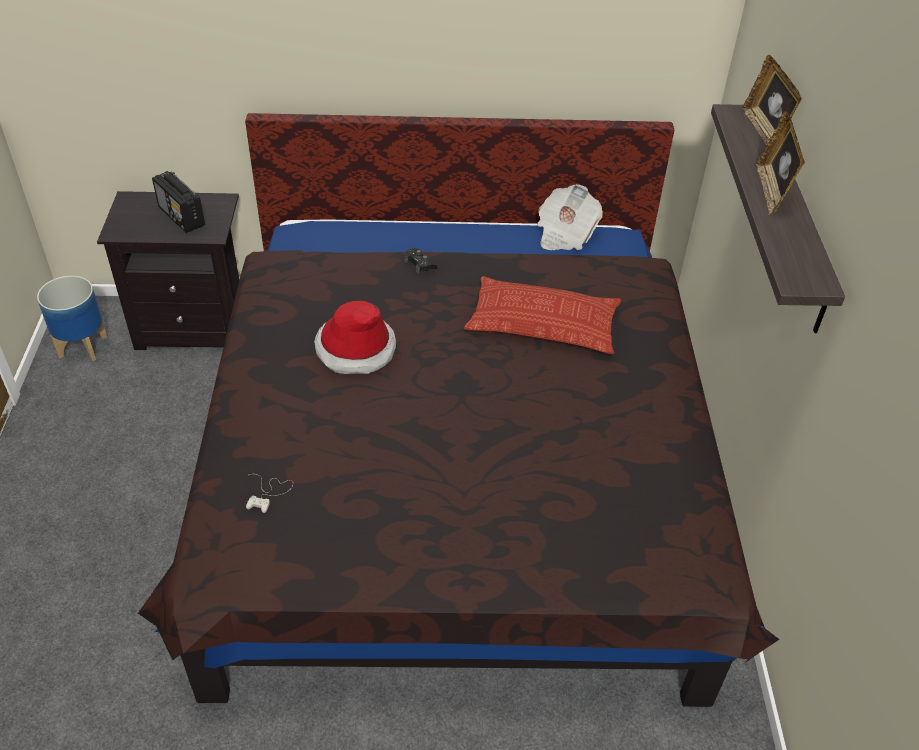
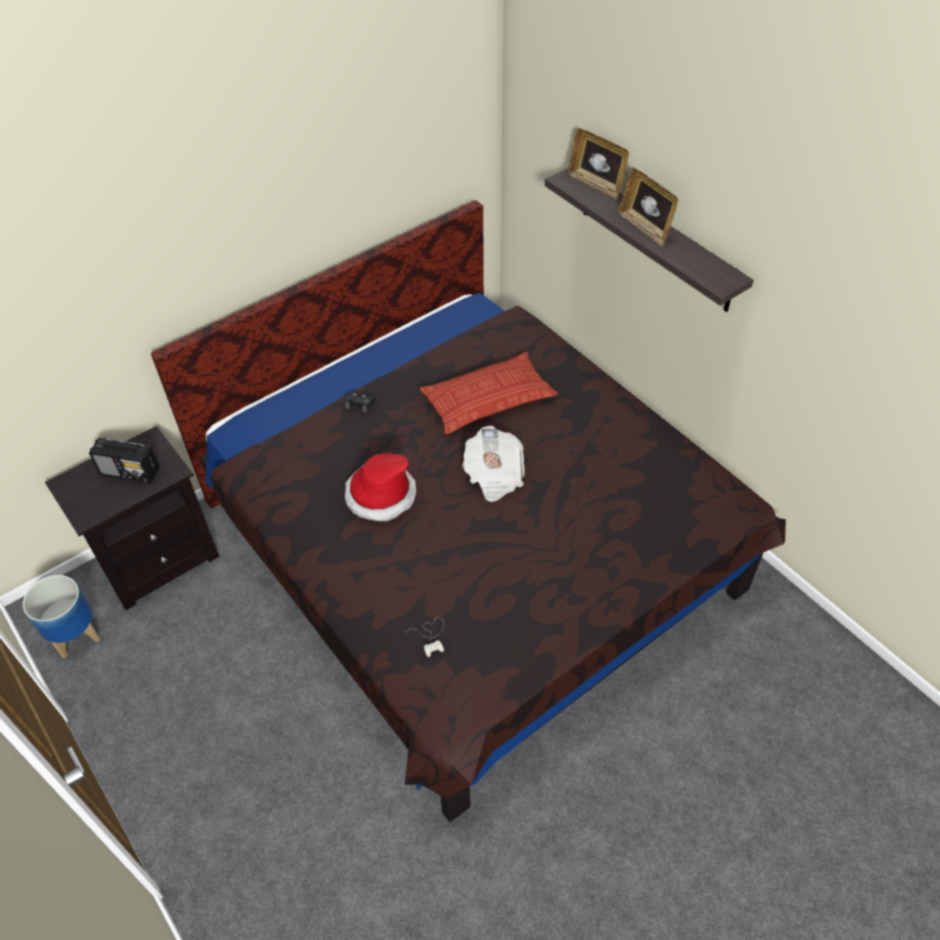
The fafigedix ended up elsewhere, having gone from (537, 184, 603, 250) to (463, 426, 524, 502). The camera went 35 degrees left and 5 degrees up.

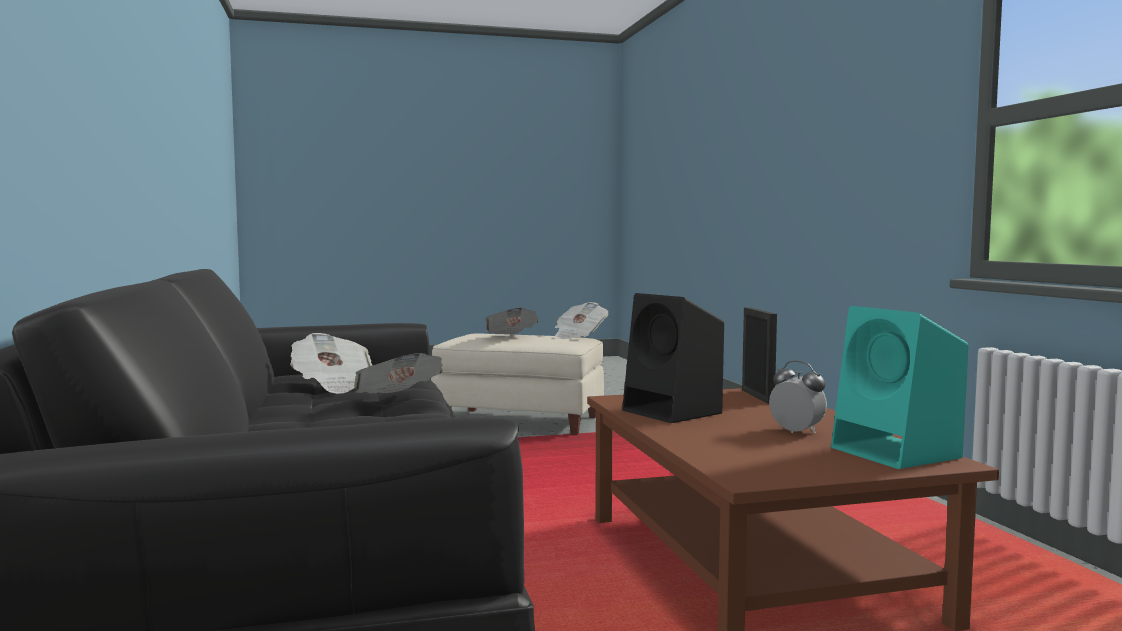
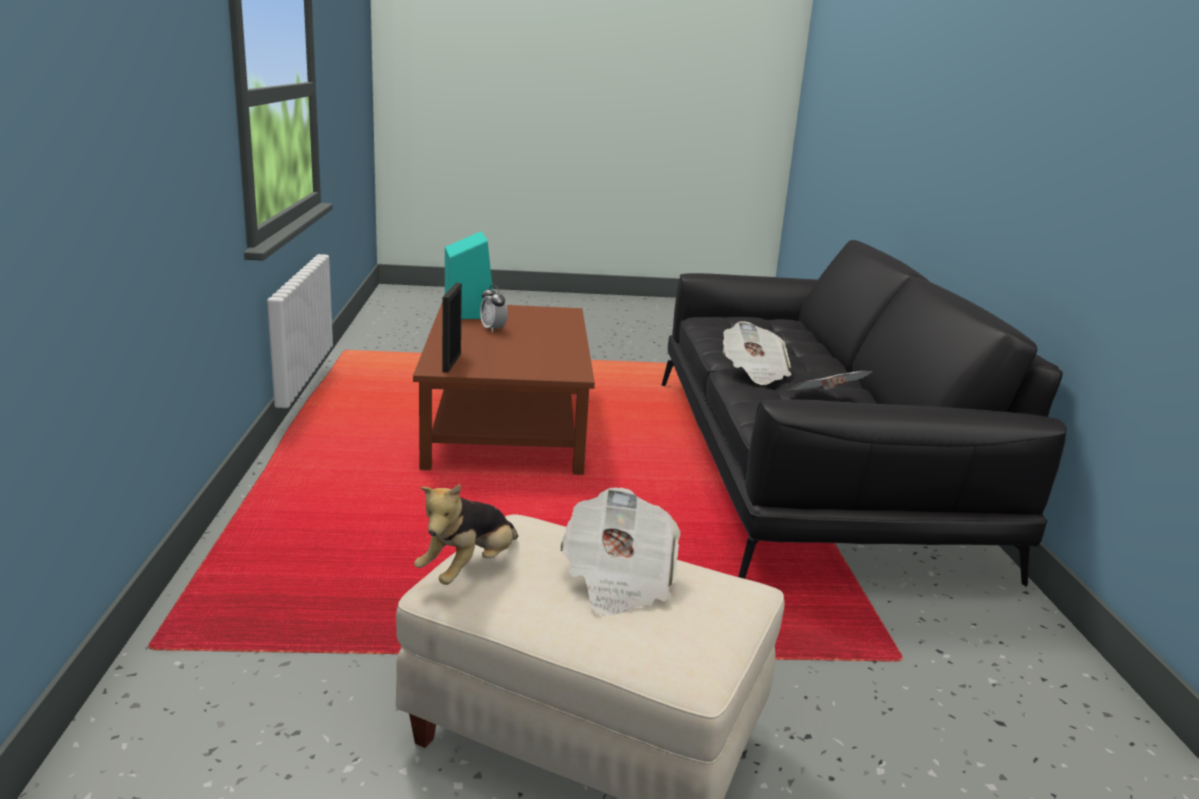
The second view lost the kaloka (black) at (622, 293, 724, 423). Where the fafigedix stood at (555, 302, 608, 339), the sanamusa came to stand at (414, 484, 518, 585). The camera went 170 degrees left and 15 degrees up.

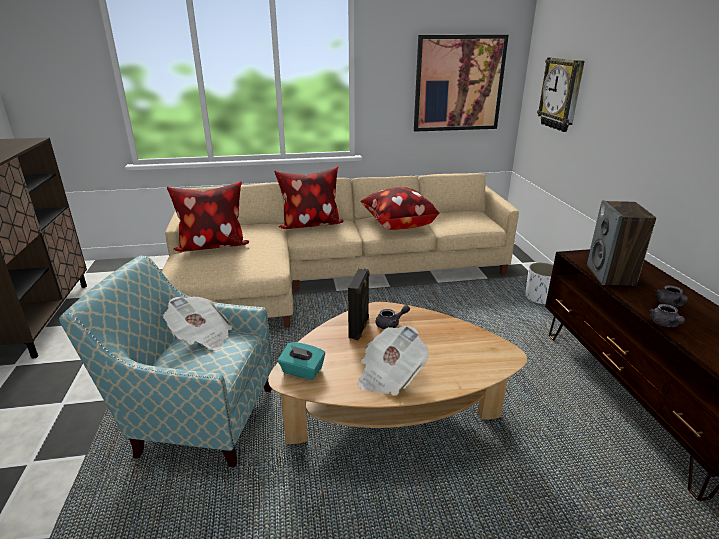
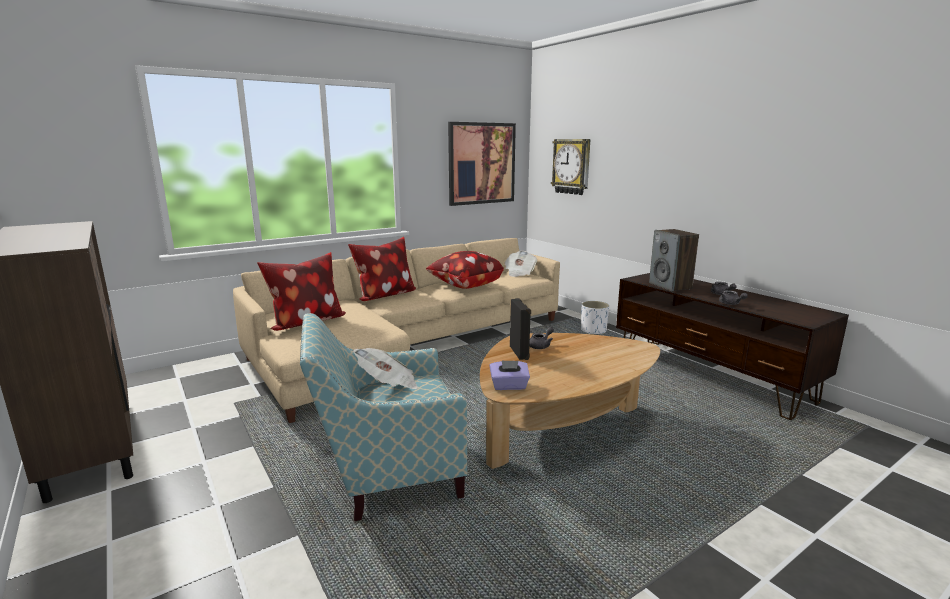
The fafigedix ended up elsewhere, having gone from (357, 326, 428, 396) to (504, 251, 537, 277). What was the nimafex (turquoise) at (278, 342, 325, 380) turned into the nimafex (purple) at (489, 360, 530, 390). The camera went 25 degrees left and 10 degrees down.

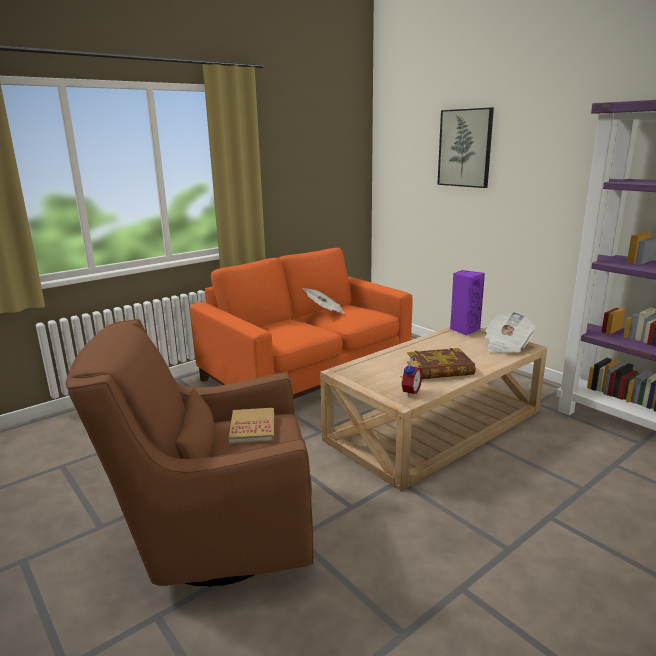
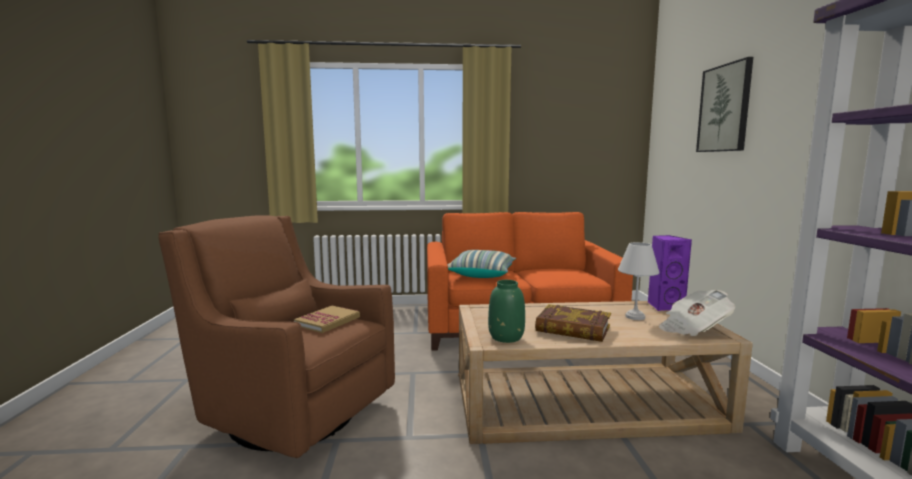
The second view lost the fafigedix at (303, 288, 346, 314). Where the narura stood at (399, 357, 422, 396), the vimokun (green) came to stand at (488, 280, 525, 343). The second view gained the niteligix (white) at (618, 242, 660, 320). The second view gained the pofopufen at (448, 250, 516, 278). The camera went 35 degrees right and 10 degrees down.

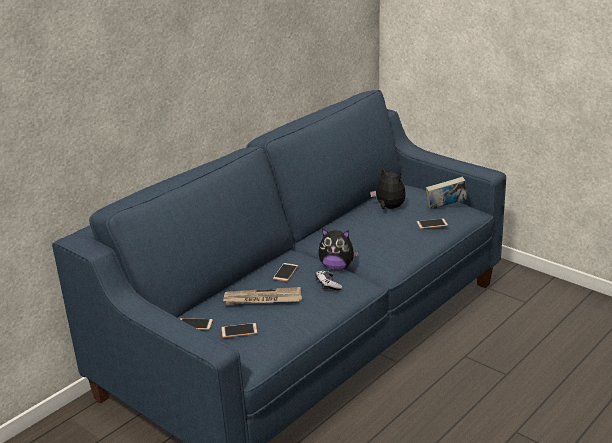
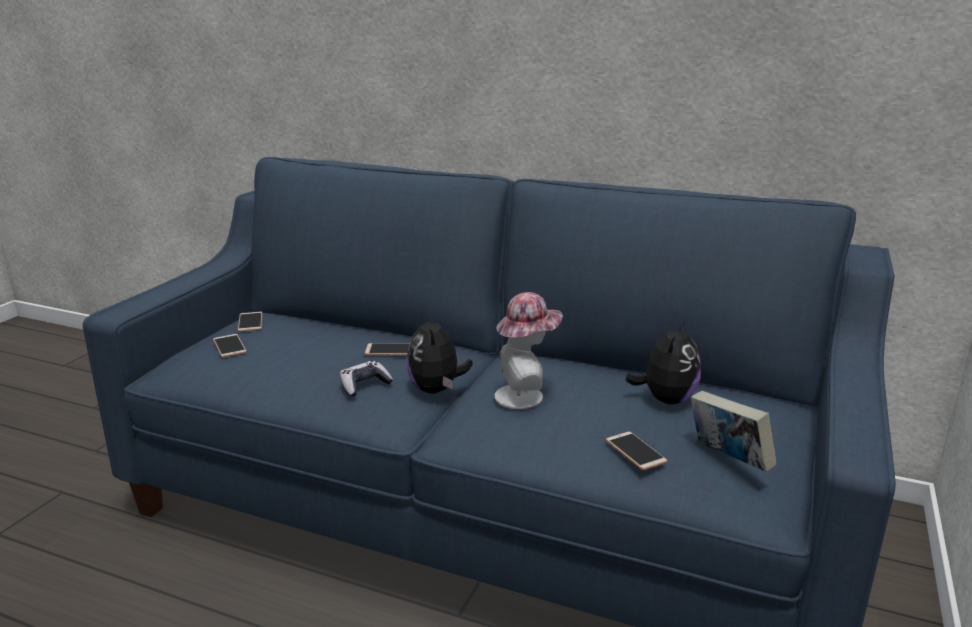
The second view lost the fafigedix at (223, 287, 302, 305). The second view gained the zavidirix at (495, 292, 563, 409). The camera went 70 degrees right and 5 degrees down.

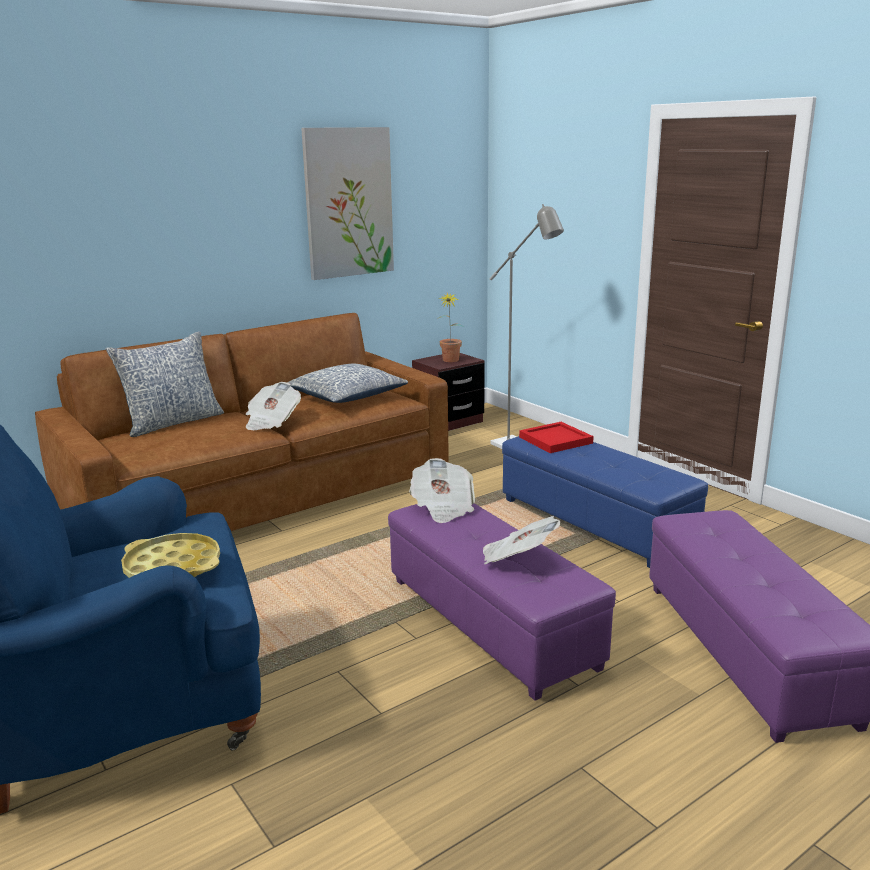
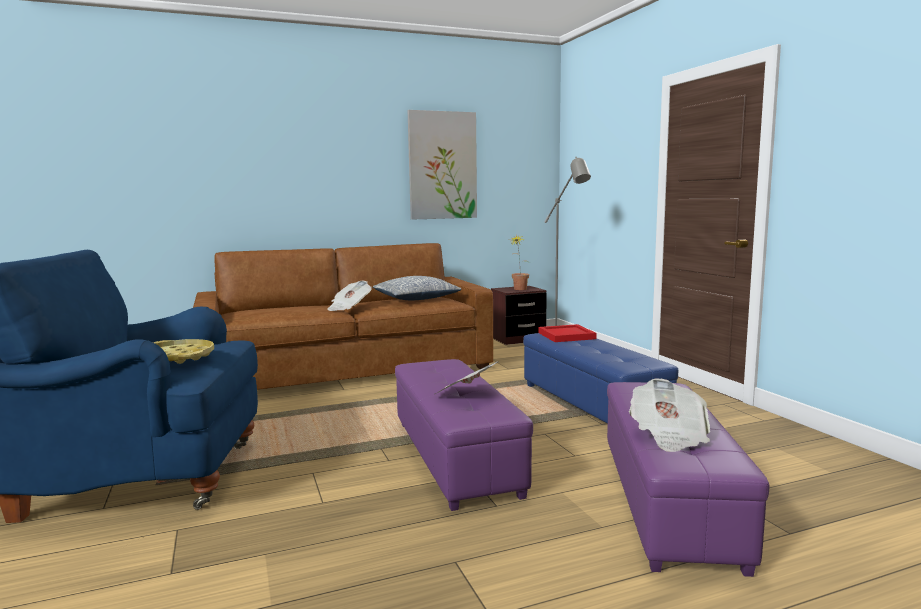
The second view lost the pofopufen at (106, 331, 224, 437). The fafigedix ended up elsewhere, having gone from (409, 458, 475, 523) to (629, 378, 710, 452). The camera went 15 degrees right and 10 degrees down.

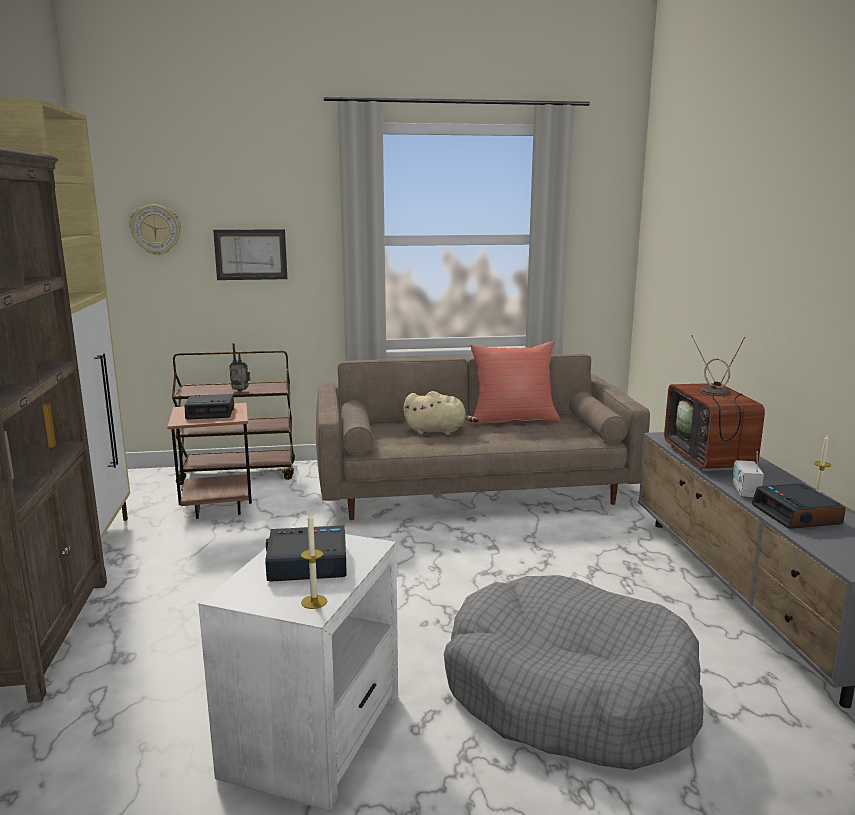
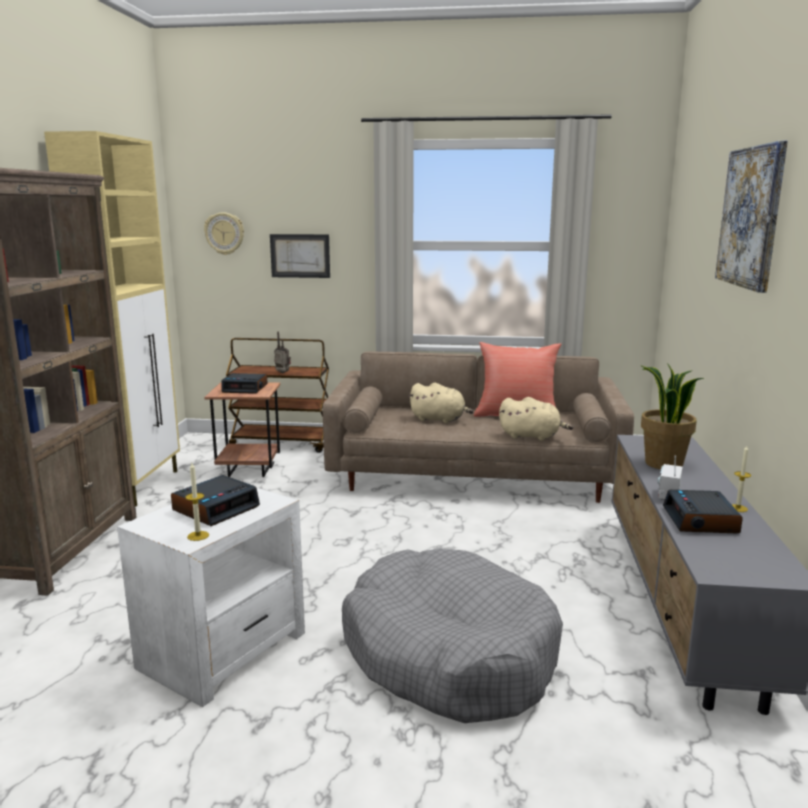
Where the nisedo stood at (664, 335, 765, 471), the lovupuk came to stand at (640, 363, 704, 469). The narura at (265, 525, 347, 582) ended up facing another way, 120 degrees clockwise from before. The second view gained the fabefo at (715, 141, 788, 293). The second view gained the sanamusa (beige) at (499, 397, 573, 441). The camera went 15 degrees right and 0 degrees up.

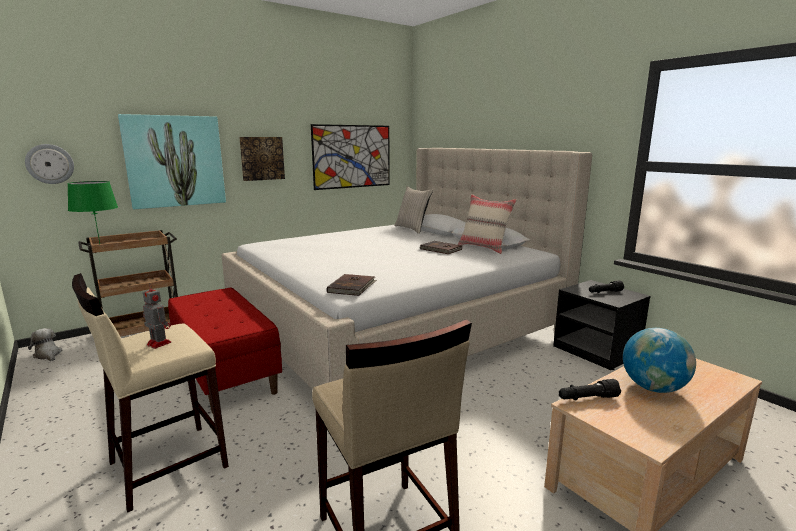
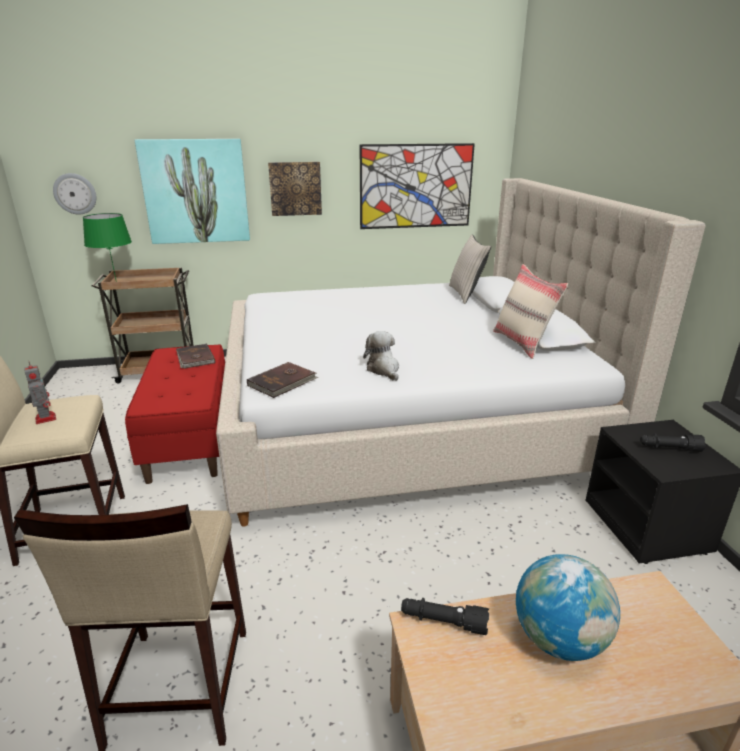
The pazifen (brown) ended up elsewhere, having gone from (420, 241, 462, 254) to (176, 344, 215, 369). The sanamusa ended up elsewhere, having gone from (28, 328, 63, 361) to (363, 331, 399, 381). The camera went 25 degrees right and 10 degrees up.

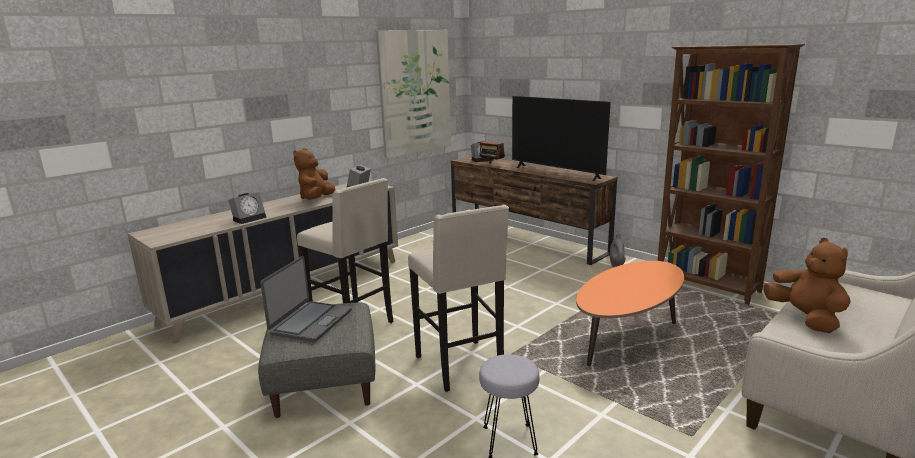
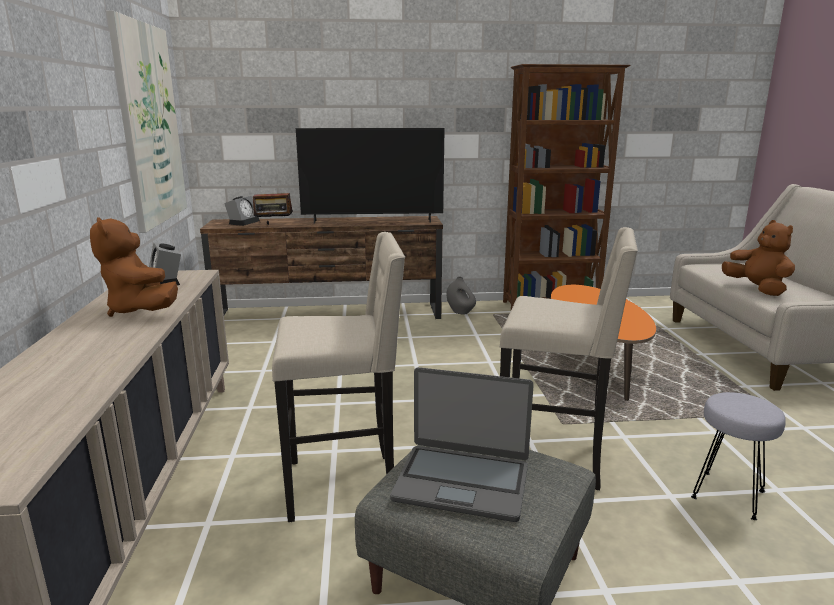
The second view lost the narura at (228, 192, 267, 224). The sanamusa (brown) at (764, 238, 850, 333) ended up facing another way, 45 degrees clockwise from before. The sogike at (260, 256, 352, 342) ended up facing another way, 135 degrees clockwise from before. The camera went 50 degrees left and 0 degrees up.

